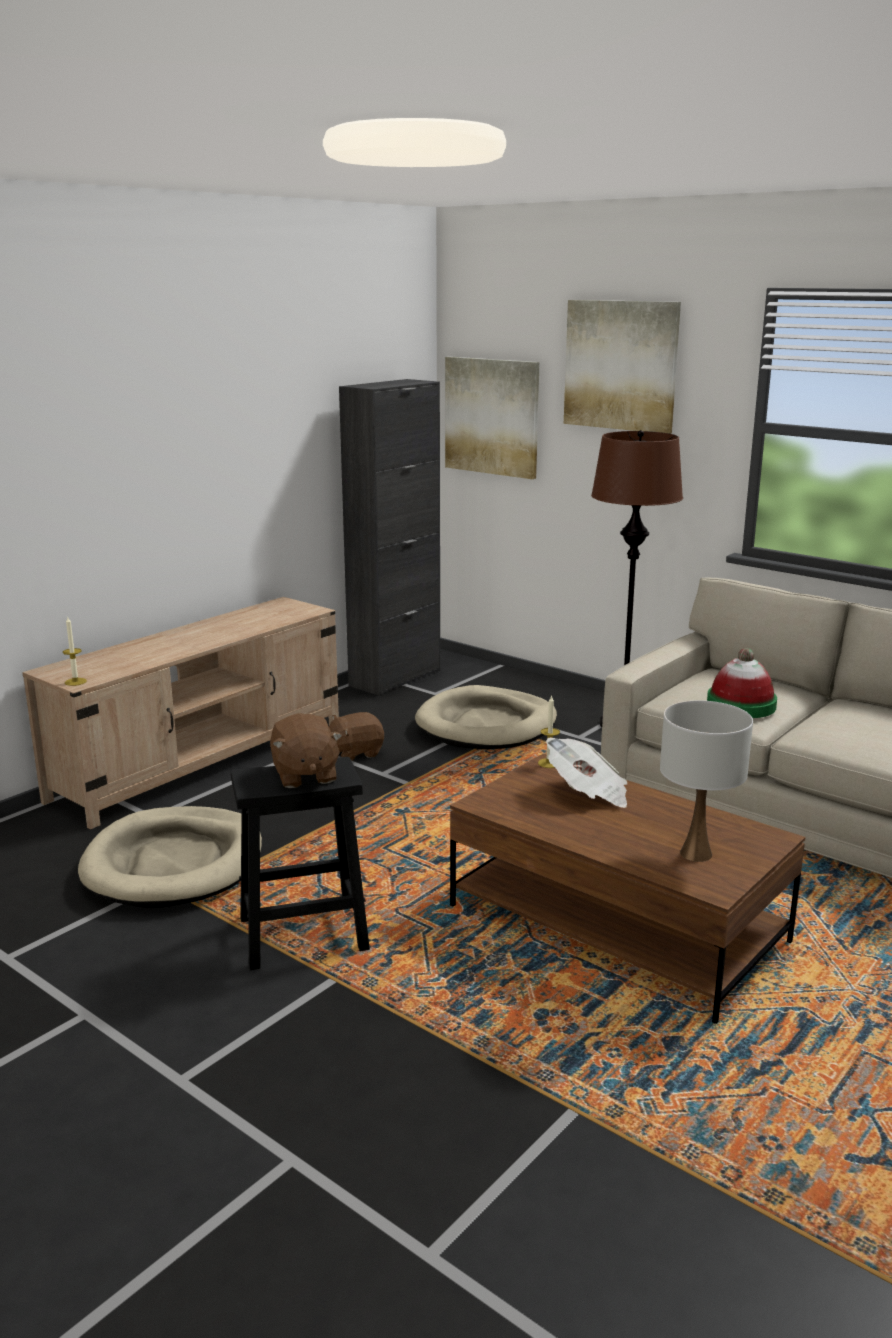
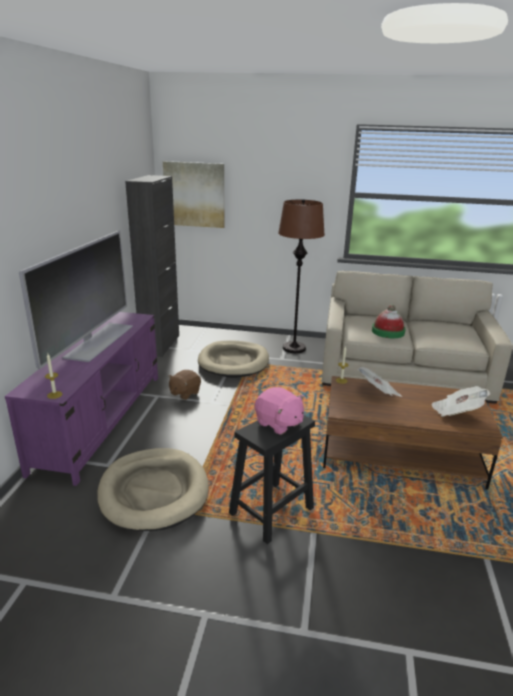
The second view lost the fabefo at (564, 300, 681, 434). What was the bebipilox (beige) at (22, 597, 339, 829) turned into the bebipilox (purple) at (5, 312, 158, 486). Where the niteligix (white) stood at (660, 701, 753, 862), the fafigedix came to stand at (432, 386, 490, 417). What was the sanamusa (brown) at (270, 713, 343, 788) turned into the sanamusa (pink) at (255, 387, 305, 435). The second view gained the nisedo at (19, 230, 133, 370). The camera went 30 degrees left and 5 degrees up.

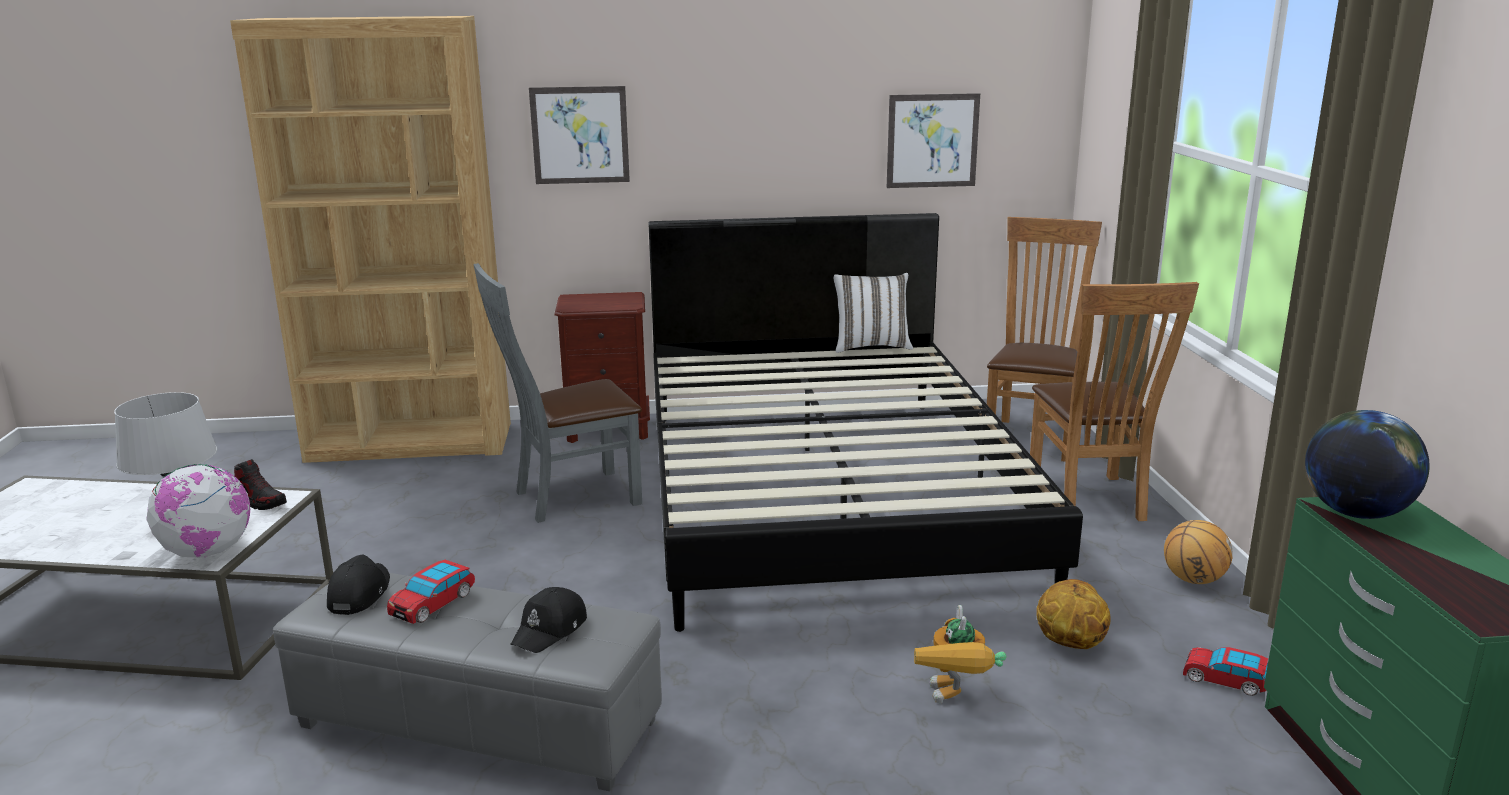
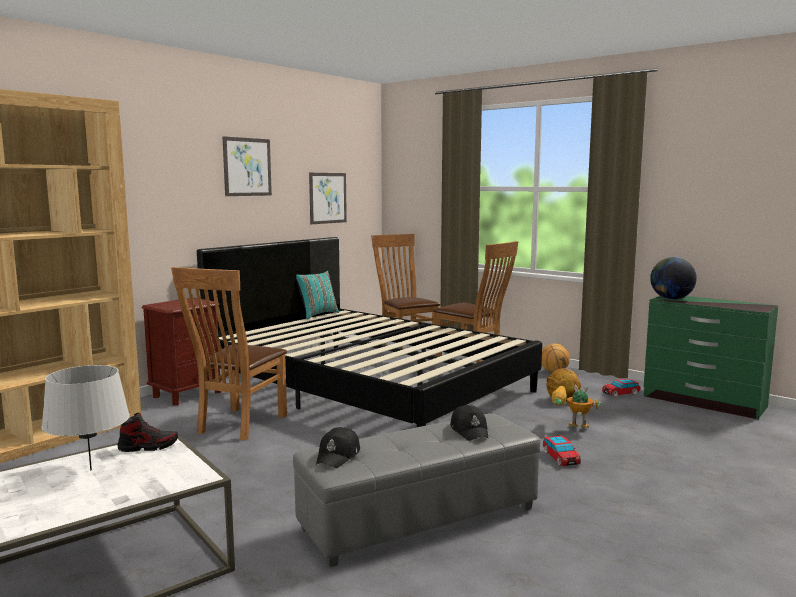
The fabefo ended up elsewhere, having gone from (529, 86, 630, 184) to (222, 136, 272, 196). What was the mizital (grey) at (473, 263, 642, 523) turned into the mizital (brown) at (171, 267, 287, 441). What was the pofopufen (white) at (834, 273, 913, 353) turned into the pofopufen (turquoise) at (296, 271, 339, 319). The second view lost the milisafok at (146, 464, 250, 557). The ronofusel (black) at (327, 554, 390, 615) ended up facing another way, 120 degrees counterclockwise from before. The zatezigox ended up elsewhere, having gone from (387, 560, 475, 624) to (543, 436, 581, 466). The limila at (914, 605, 1006, 703) ended up facing another way, 150 degrees clockwise from before. The camera went 45 degrees left and 10 degrees down.

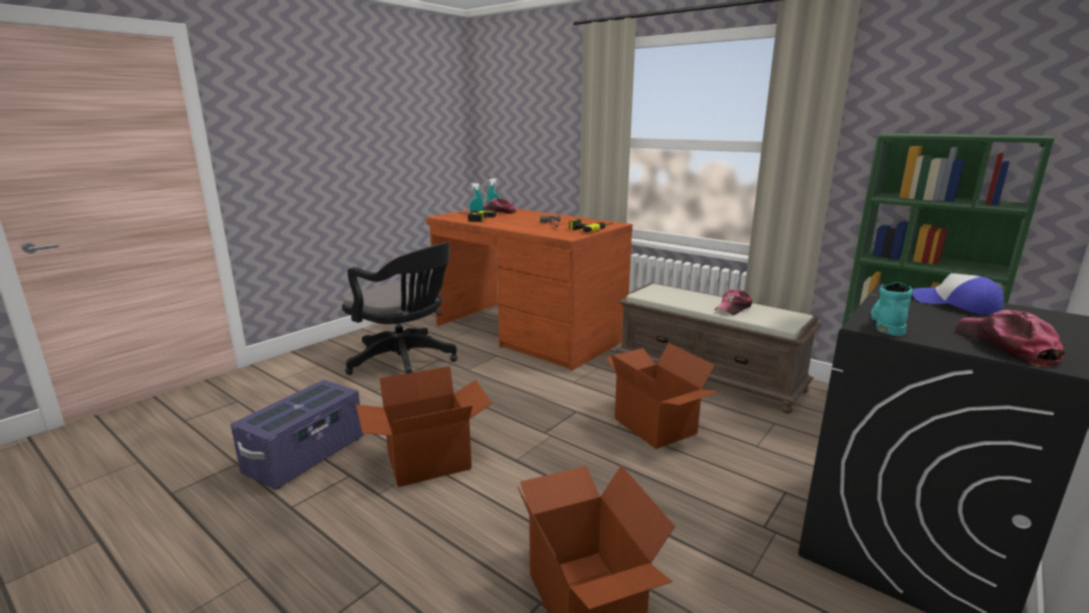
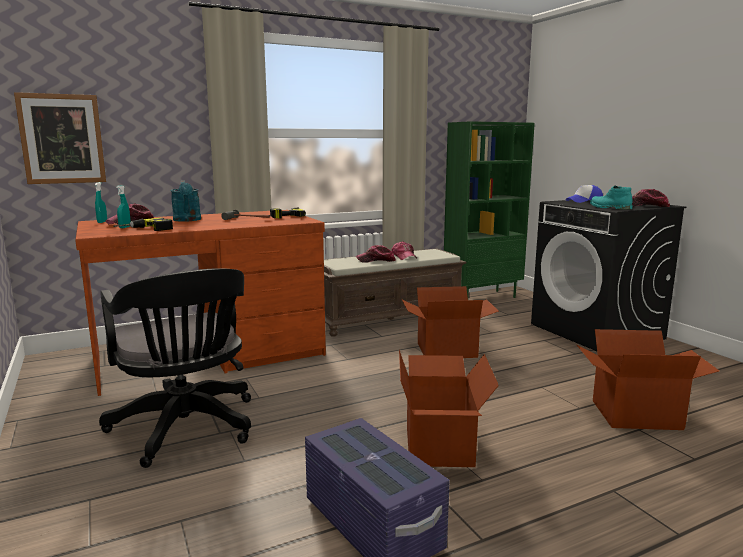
The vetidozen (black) at (342, 243, 457, 375) ended up facing another way, 90 degrees clockwise from before. The second view gained the fabefo at (14, 92, 106, 184). The second view gained the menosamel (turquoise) at (170, 180, 201, 222). The second view gained the ronofusel at (356, 245, 396, 263). The camera went 65 degrees left and 5 degrees down.

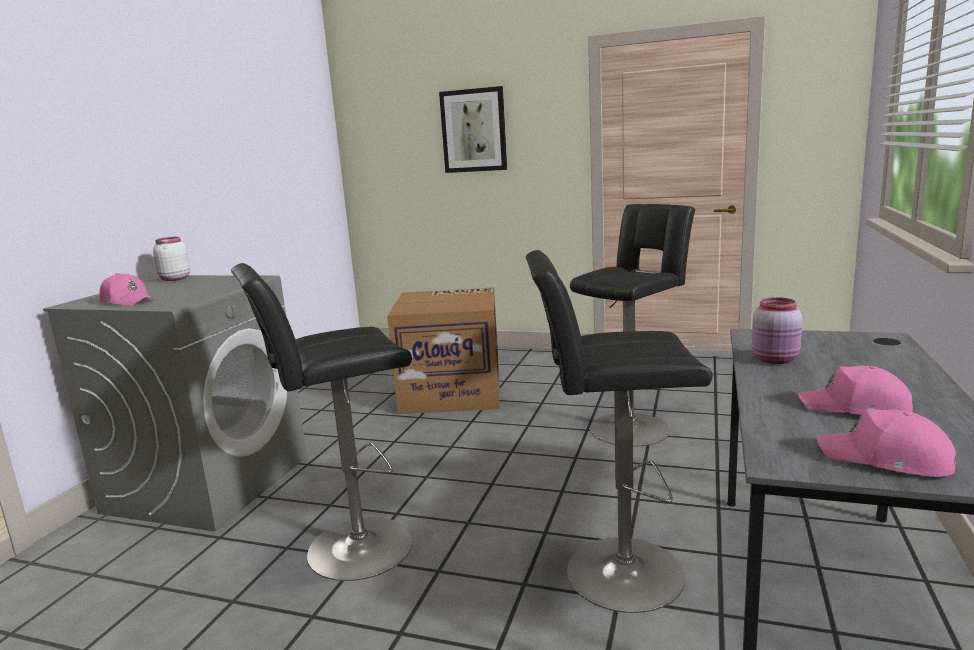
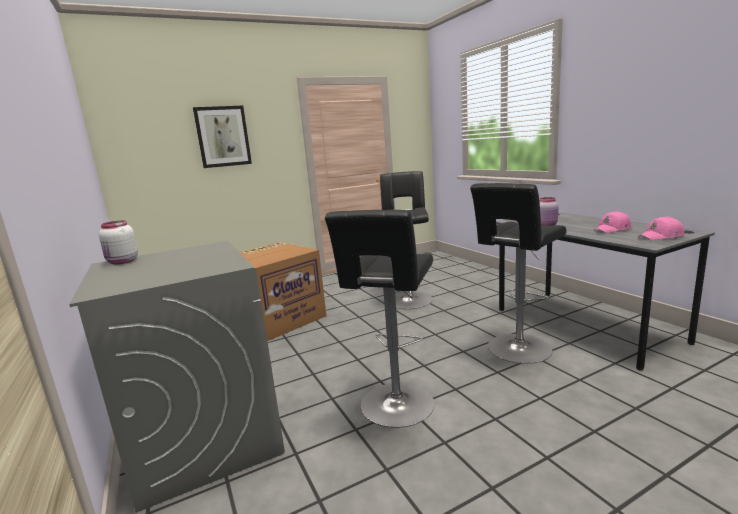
The second view lost the ronofusel (pink) at (99, 273, 154, 306). The camera went 45 degrees left and 0 degrees up.

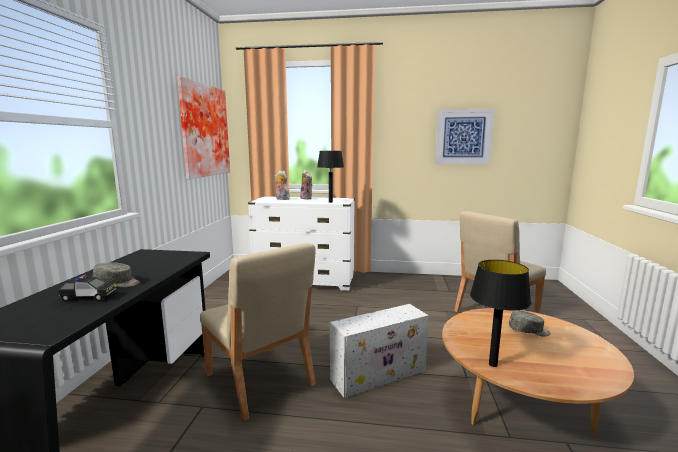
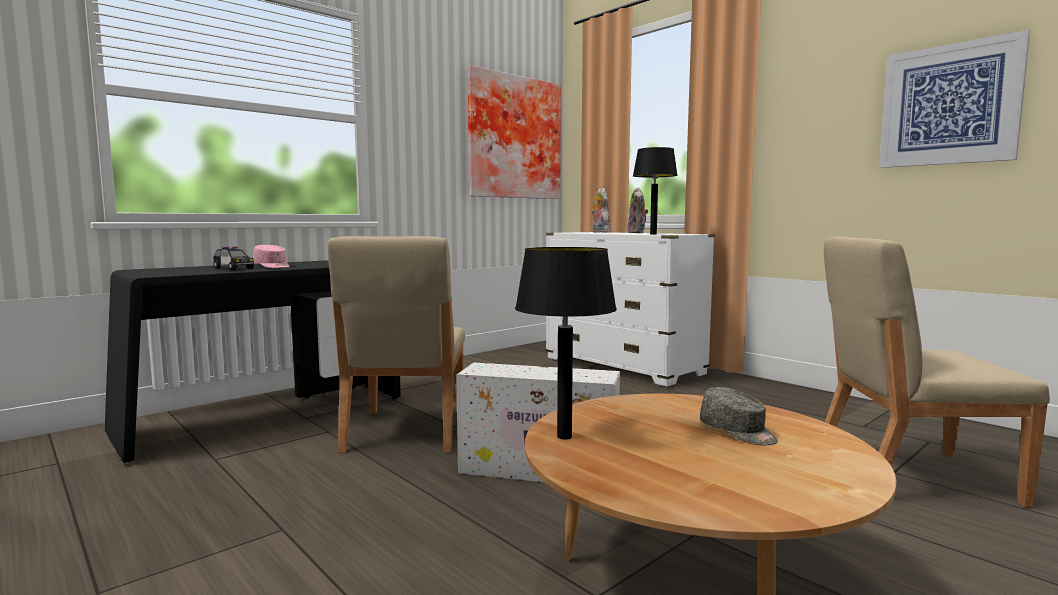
What was the ronofusel (grey) at (93, 262, 140, 287) turned into the ronofusel (pink) at (253, 245, 289, 268). The camera went 40 degrees right and 5 degrees down.

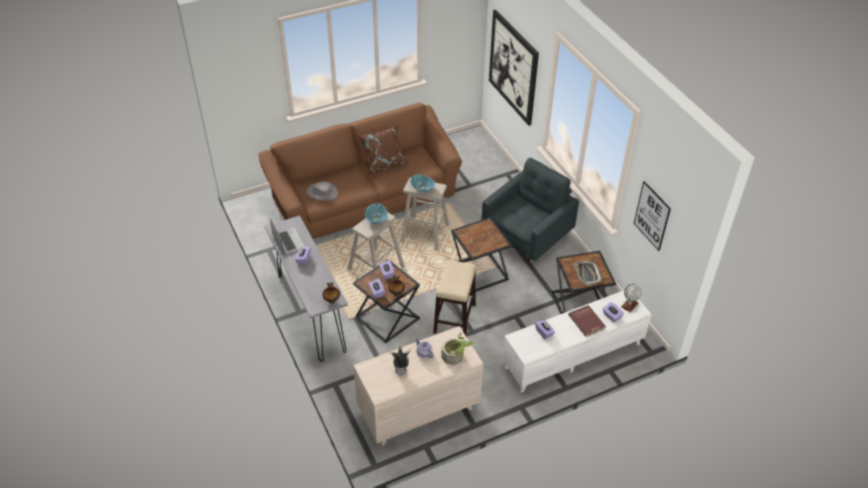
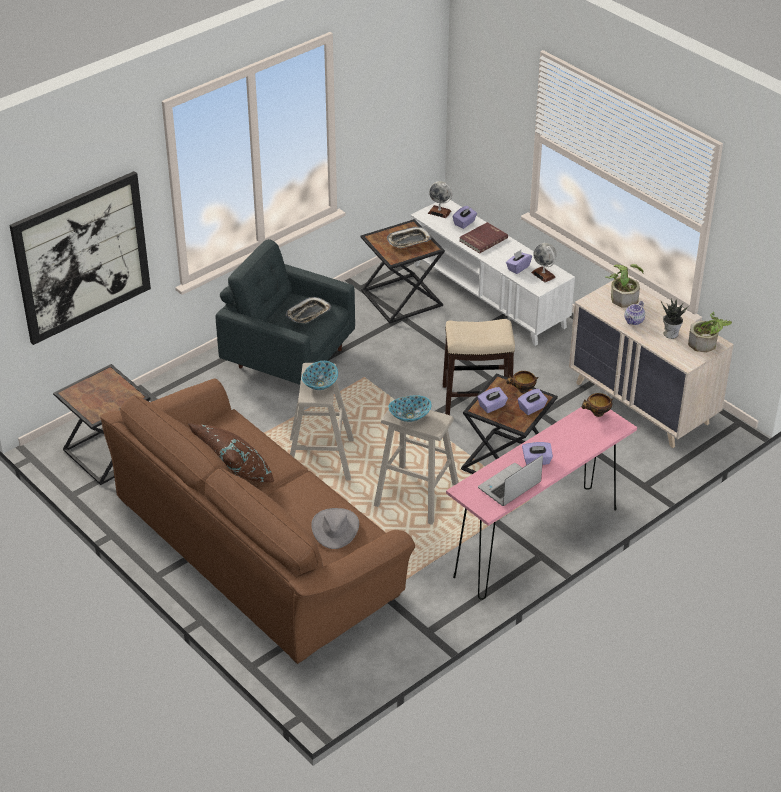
The second view lost the fabefo at (634, 181, 671, 251). What was the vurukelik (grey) at (265, 216, 348, 361) turned into the vurukelik (pink) at (446, 407, 637, 600). The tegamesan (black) ended up elsewhere, having gone from (451, 217, 512, 293) to (53, 364, 151, 485). The second view gained the milisafok at (531, 243, 557, 282). The second view gained the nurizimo at (286, 297, 331, 323). The second view gained the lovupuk at (688, 312, 732, 353). The camera went 105 degrees left and 5 degrees down.

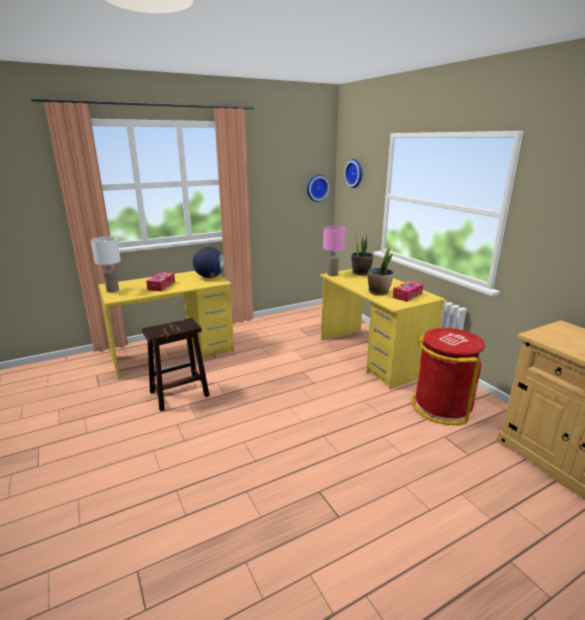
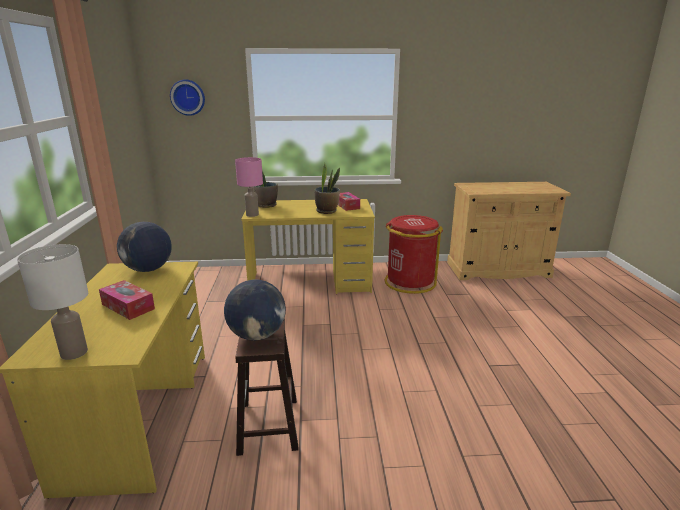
The second view lost the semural at (307, 175, 330, 202). The second view gained the milisafok at (224, 279, 286, 341). The camera went 65 degrees left and 0 degrees up.

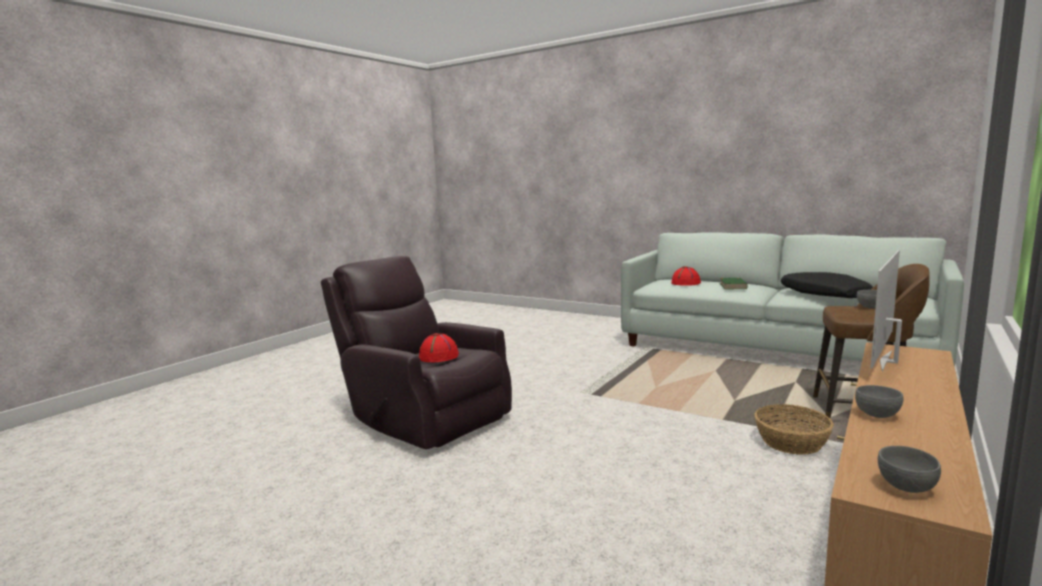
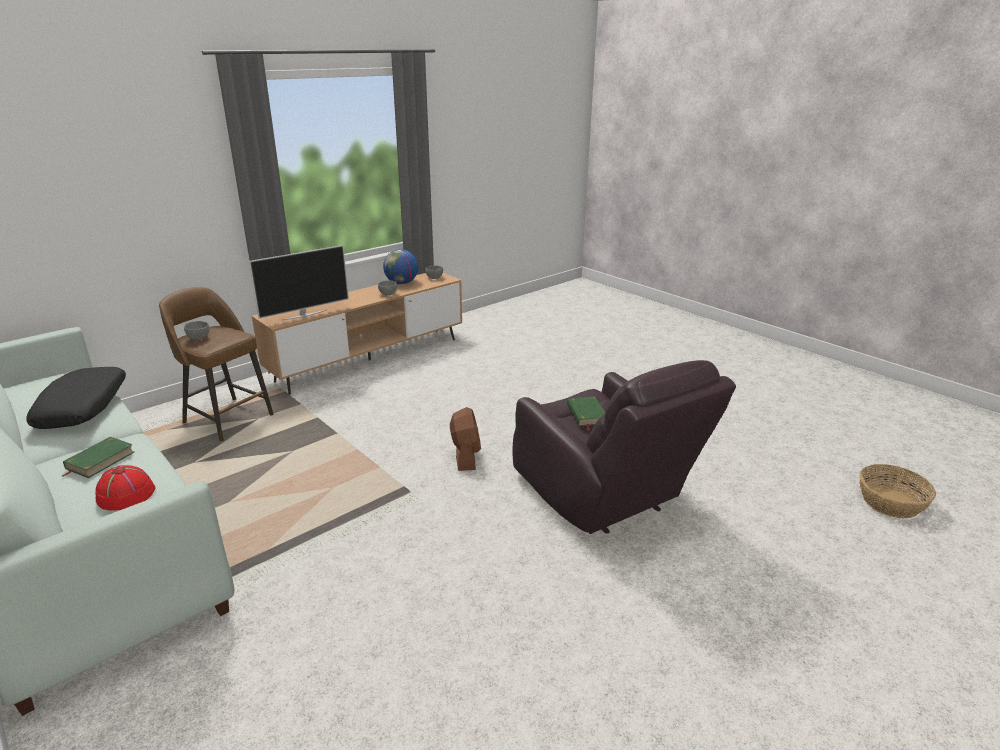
Where the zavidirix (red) stood at (419, 333, 459, 362), the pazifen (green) came to stand at (567, 396, 605, 430). The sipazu ended up elsewhere, having gone from (754, 404, 834, 455) to (859, 464, 936, 519). The second view gained the milisafok at (383, 249, 418, 284). The second view gained the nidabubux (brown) at (450, 407, 481, 471). The camera went 165 degrees left and 15 degrees up.

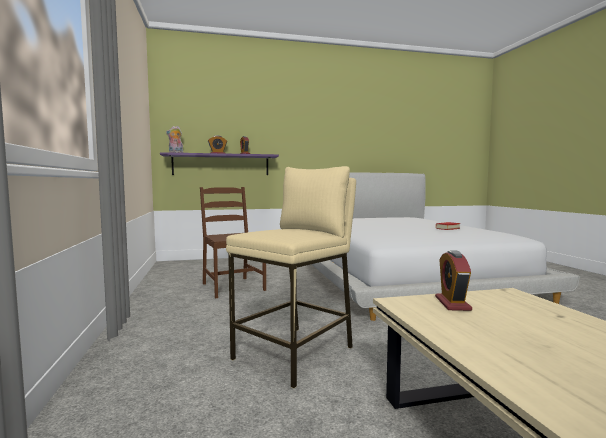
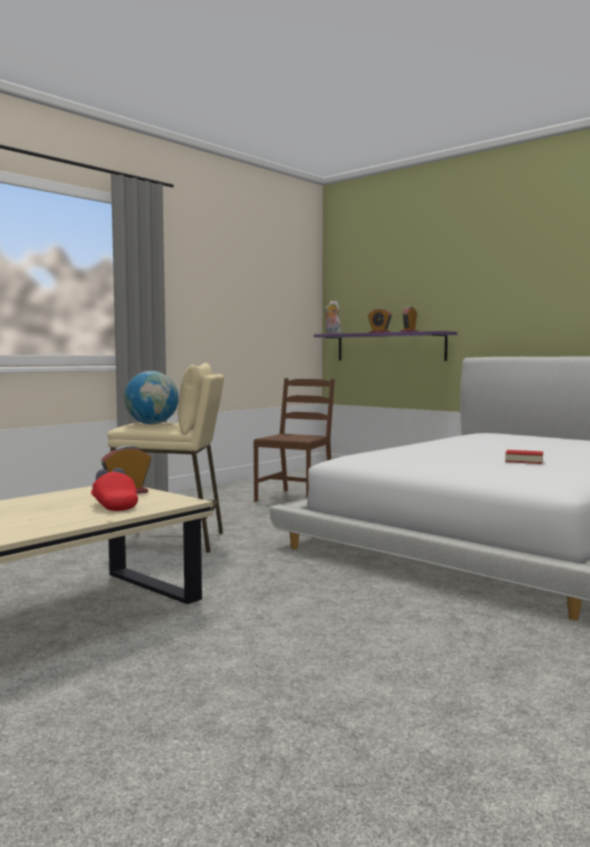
The second view gained the milisafok at (124, 371, 179, 424). The second view gained the ronofusel (red) at (91, 468, 138, 511). The camera went 55 degrees right and 0 degrees up.

